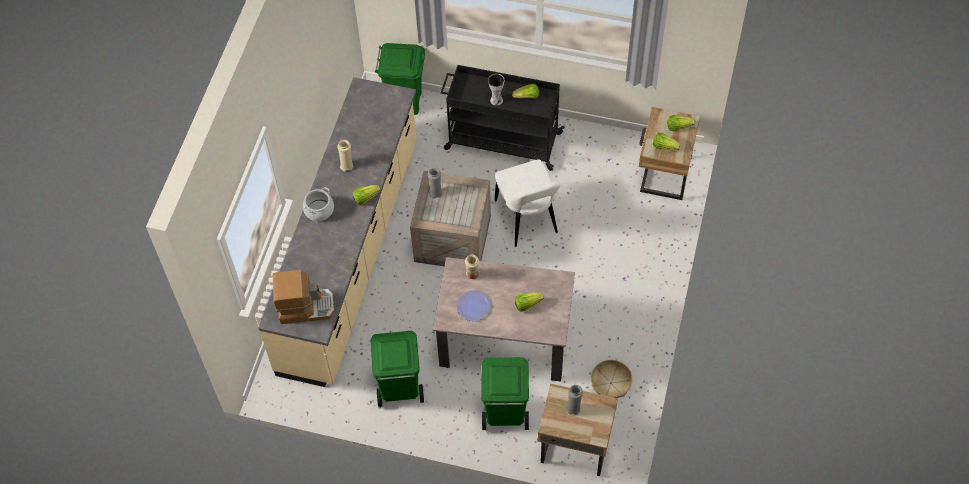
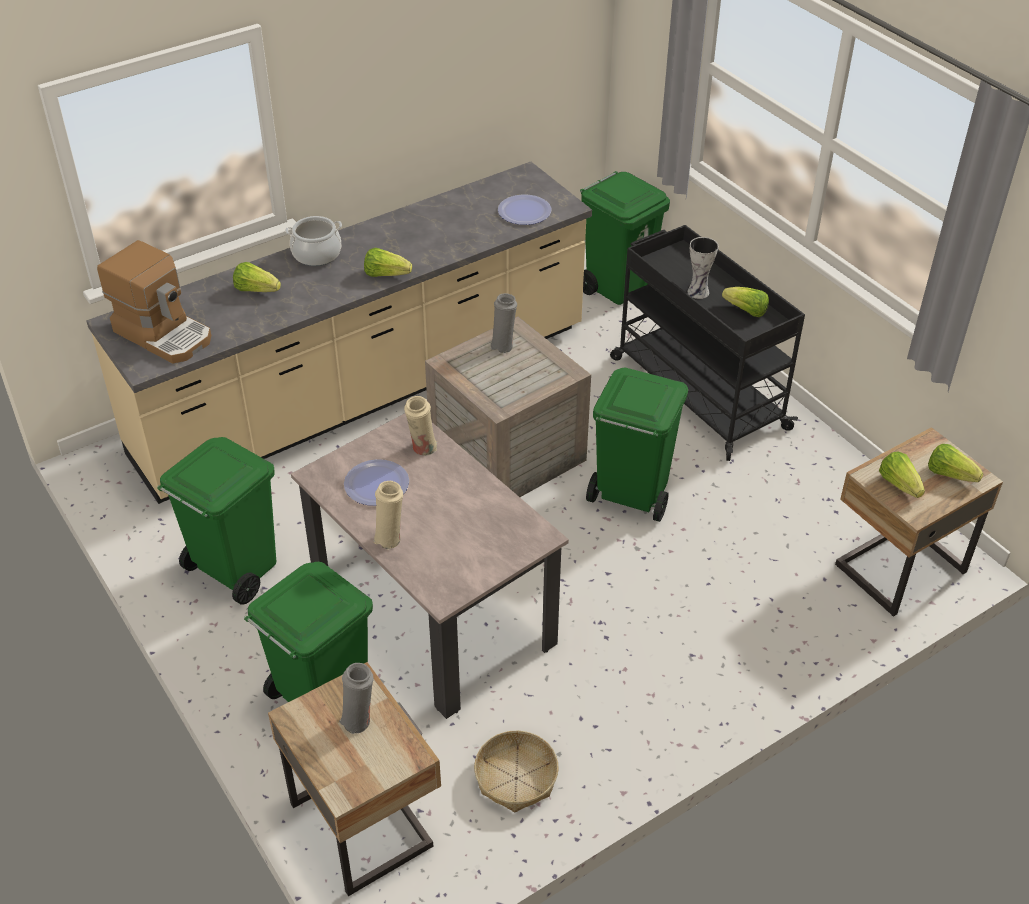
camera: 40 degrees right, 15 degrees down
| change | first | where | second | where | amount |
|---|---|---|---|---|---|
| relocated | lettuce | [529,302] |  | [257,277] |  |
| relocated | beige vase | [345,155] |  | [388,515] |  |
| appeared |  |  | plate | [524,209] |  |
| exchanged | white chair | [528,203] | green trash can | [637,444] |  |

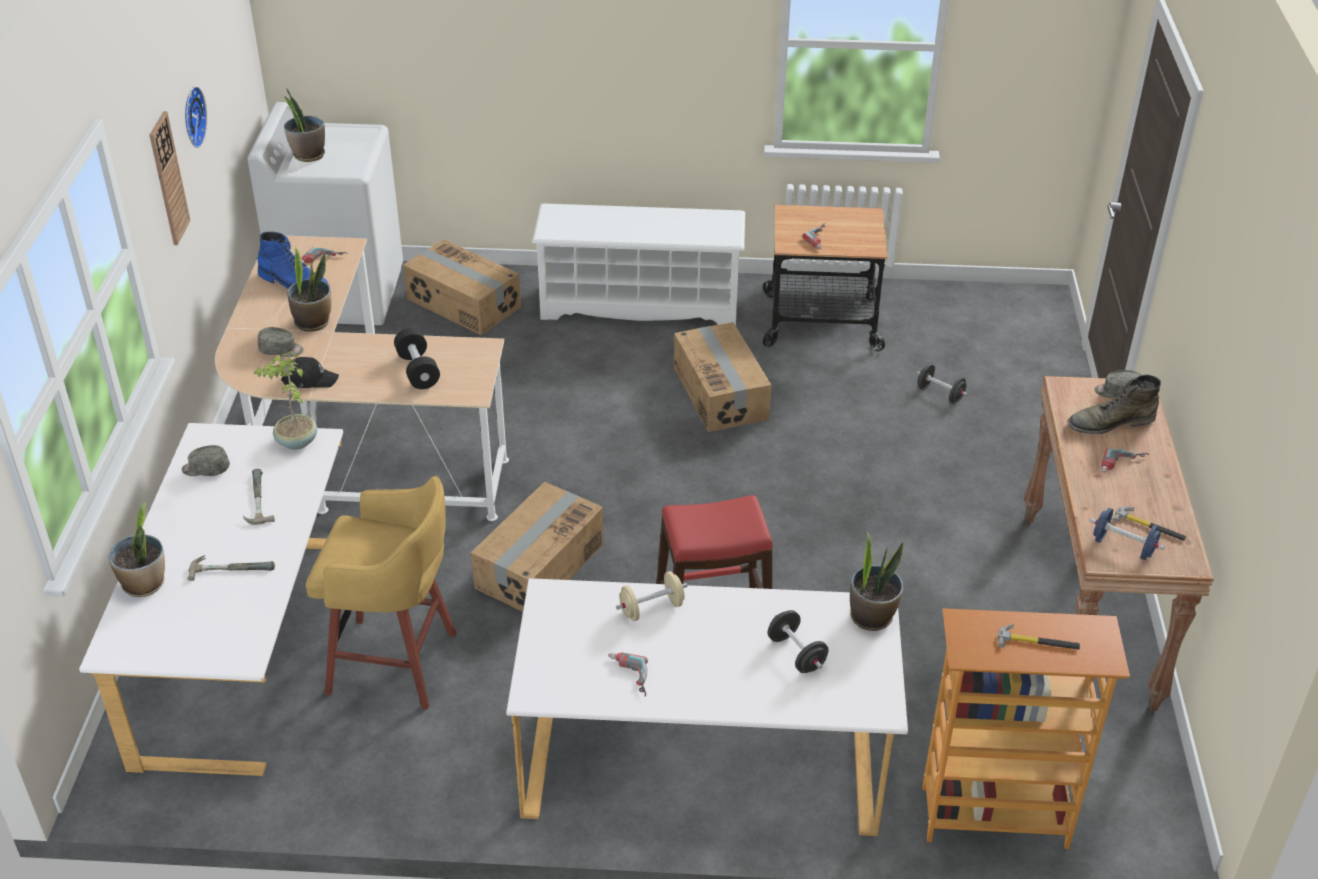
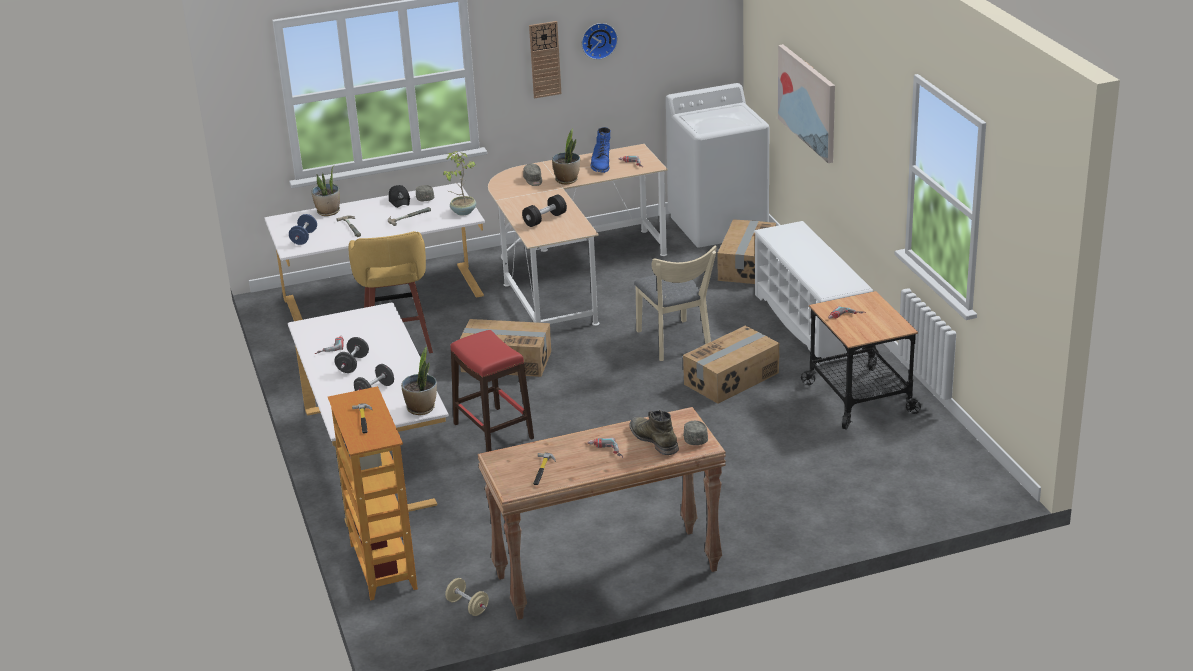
camera: 70 degrees right, 10 degrees down
| change | first | where | second | where | amount |
|---|---|---|---|---|---|
| relocated | blue dumbbell | [1127,534] |  | [303,229] |  |
| relocated | black dumbbell | [942,384] |  | [352,355] |  |
| relocated | black cap | [310,372] |  | [399,196] |  |
| relocated | beige dumbbell | [652,596] |  | [467,597] |  |
| appeared |  |  | beige chair | [675,303] |  |
| appeared |  |  | picture | [806,103] |  |
| missing | potted plant | [304,125] |  |  |  |

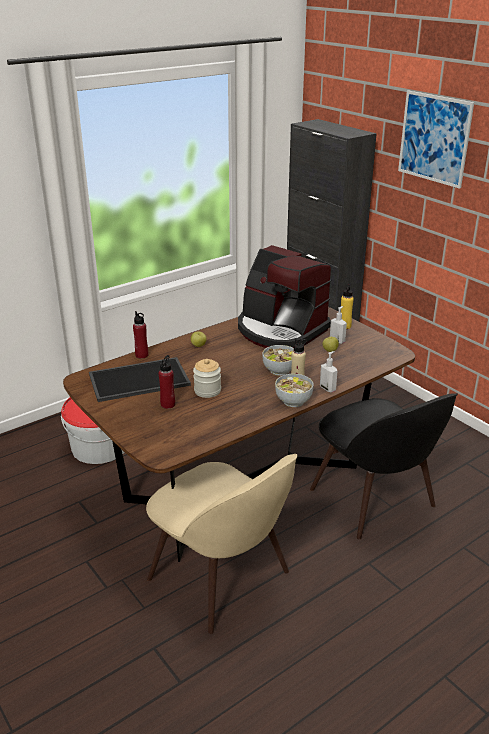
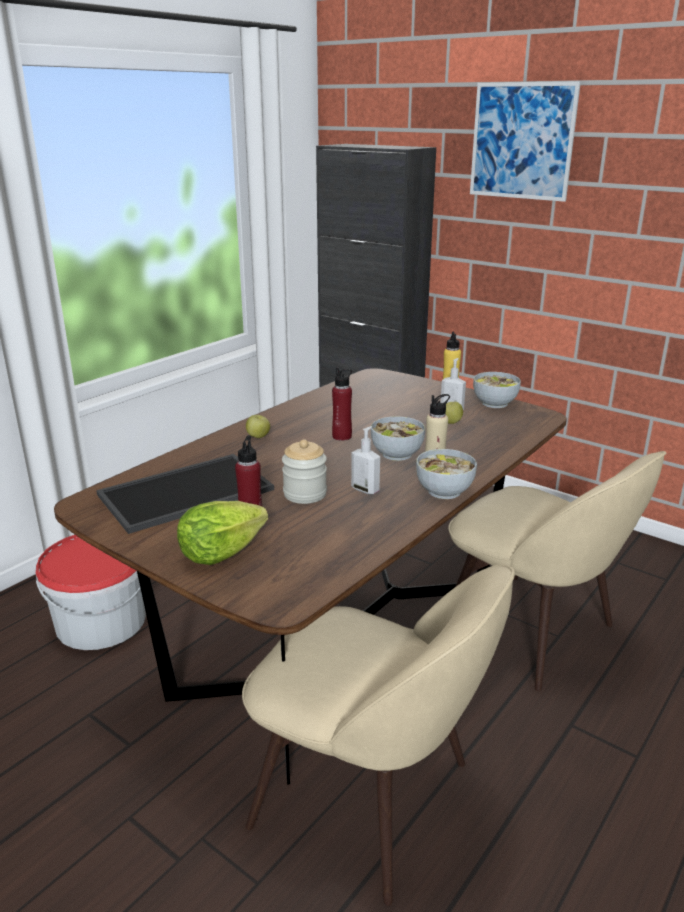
camera: 15 degrees left, 5 degrees down
| change | first | where | second | where | amount |
|---|---|---|---|---|---|
| appeared |  |  | lettuce | [222,533] |  |
| relocated | red bottle | [140,335] |  | [342,404] |  |
| relocated | soap dispenser | [329,372] |  | [365,460] |  |
| colour | black chair | [384,466] | beige chair | [557,571] |  |
| appeared |  |  | bowl | [497,390] |  |
| missing | coffee machine | [284,296] |  |  |  |

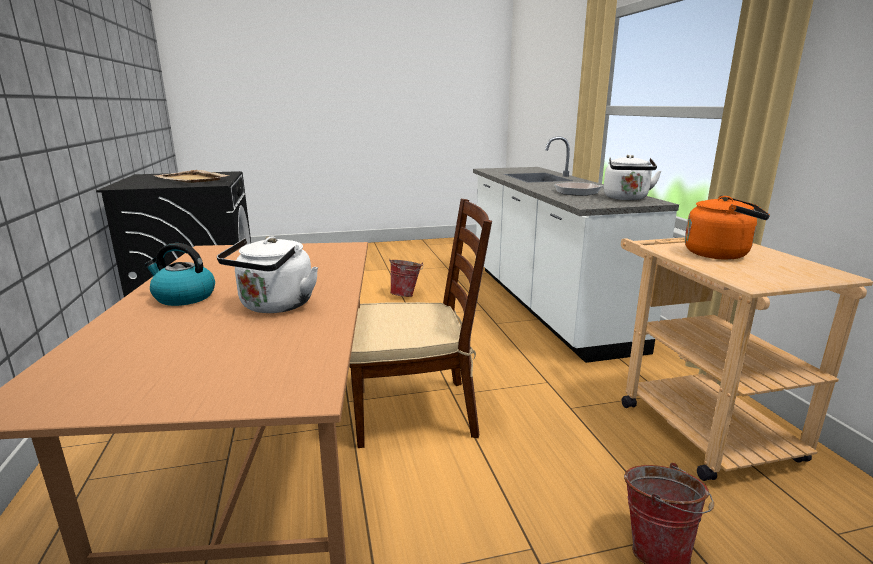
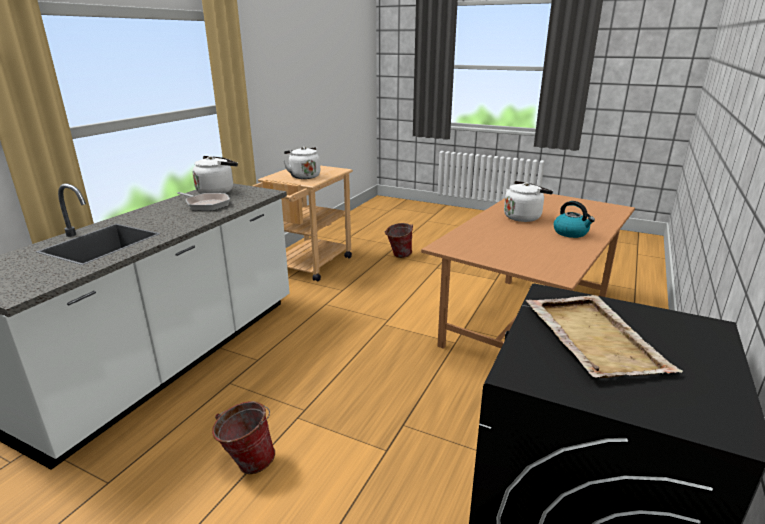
camera: 140 degrees left, 5 degrees up
| change | first | where | second | where | amount |
|---|---|---|---|---|---|
| colour | orange kettle | [727,227] | white kettle | [301,163] |  |
| missing | brown chair | [421,323] |  |  |  |

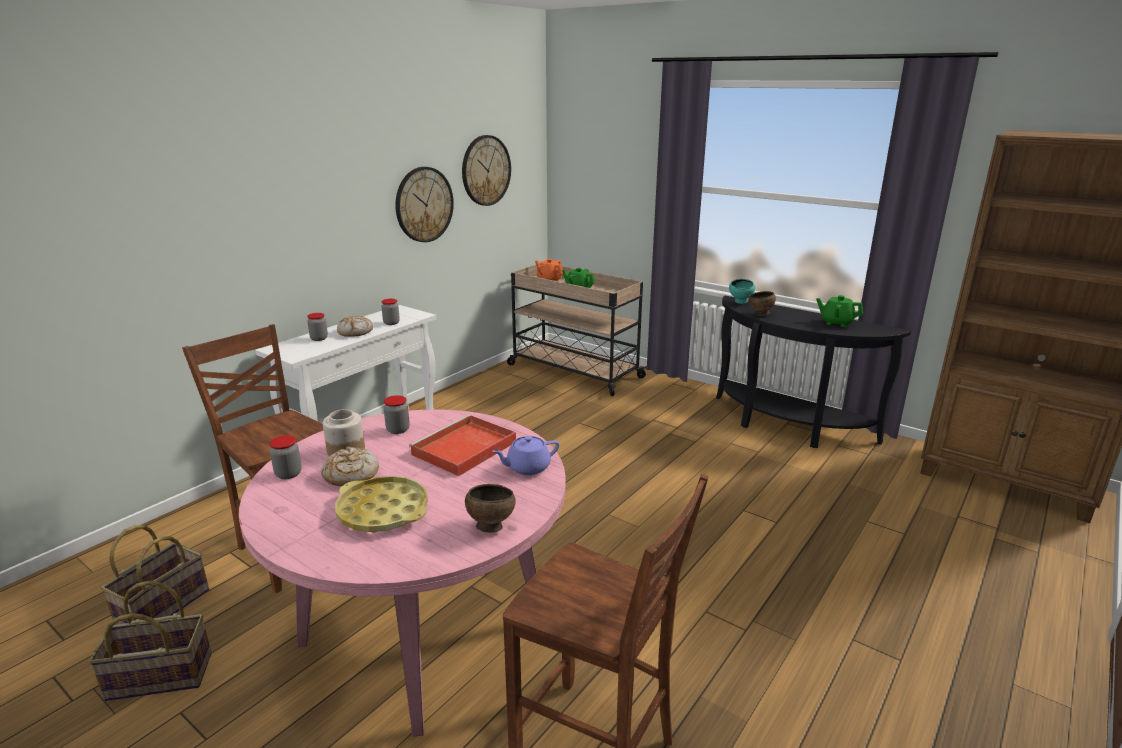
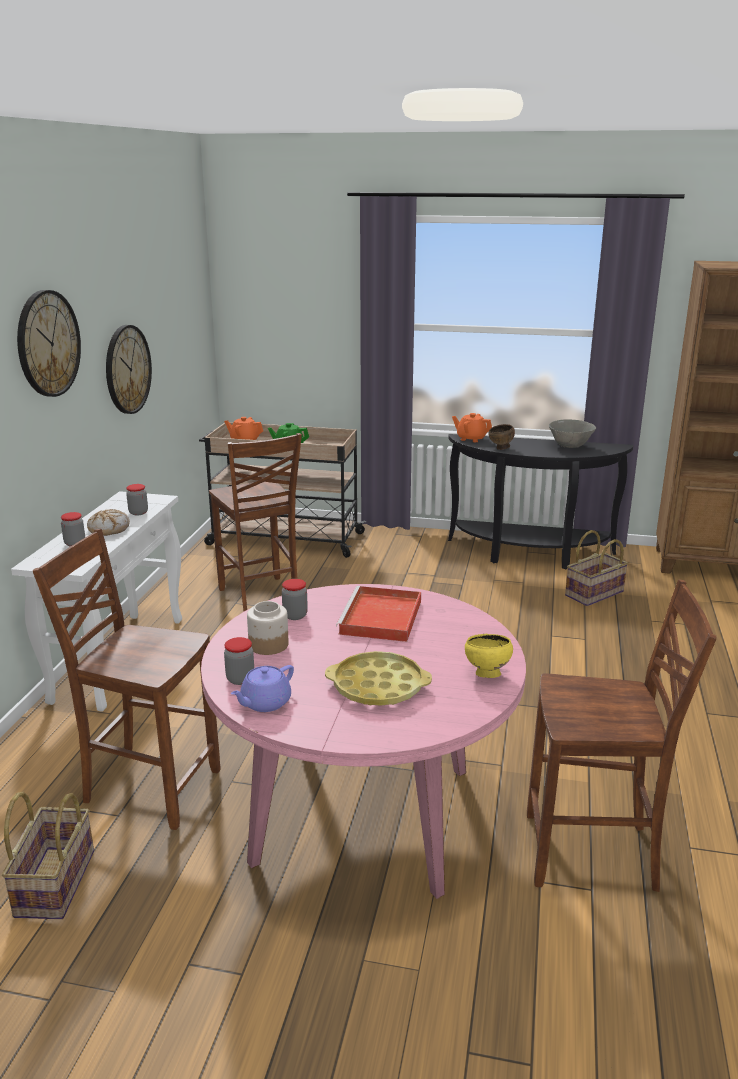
camera: 25 degrees left, 0 degrees up
| change | first | where | second | where | amount |
|---|---|---|---|---|---|
| relocated | wall clock | [486,170] |  | [49,343] |  |
| appeared |  |  | brown chair | [255,522] |  |
| relocated | purple teapot | [525,455] |  | [262,688] |  |
| exchanged | turquoise bowl | [742,291] | orange teapot | [472,427] |  |
| colour | brown bowl | [490,508] | yellow bowl | [489,656] |  |
| exchanged | green teapot | [839,311] | grey bowl | [572,433] |  |
| relocated | basket | [150,641] |  | [596,568] |  |
| missing | bread | [350,466] |  |  |  |

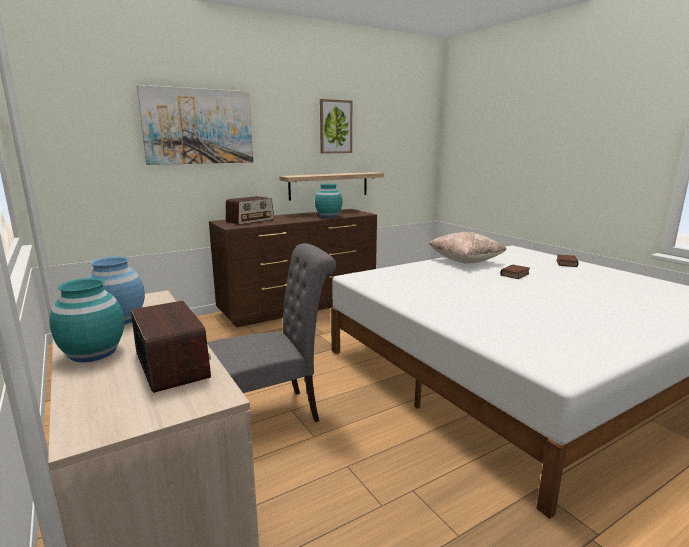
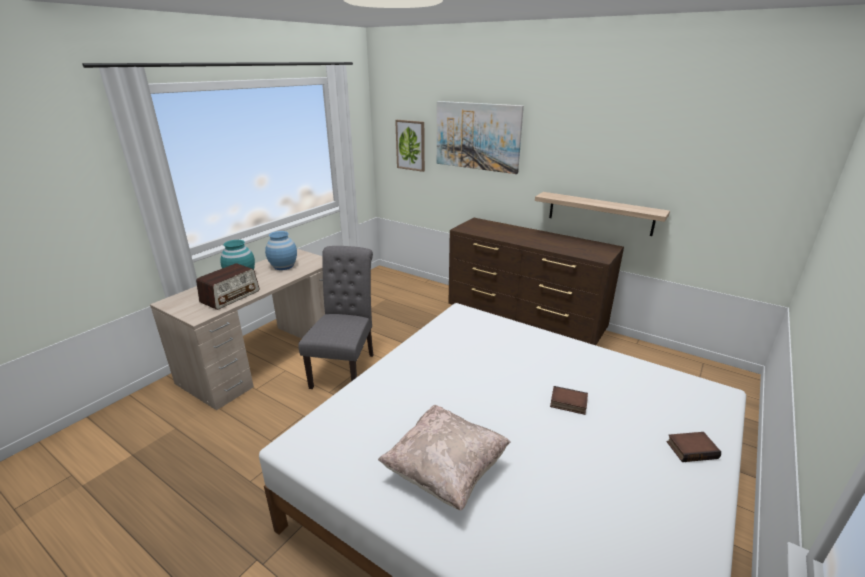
camera: 65 degrees right, 10 degrees up
| change | first | where | second | where | amount |
|---|---|---|---|---|---|
| spun | grey chair | [271,332] |  | [335,317] | 120 degrees counterclockwise |
| relocated | beige pillow | [467,248] |  | [444,458] |  |
| relocated | picture | [336,126] |  | [410,146] |  |
| missing | radio | [250,210] |  |  |  |
| missing | turquoise vase | [328,201] |  |  |  |

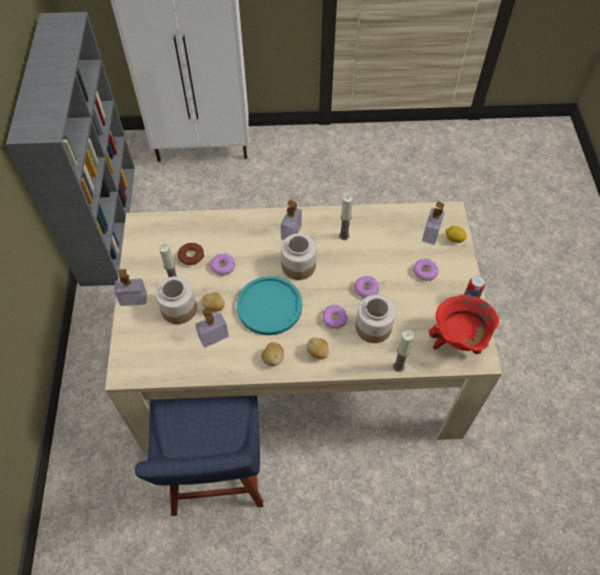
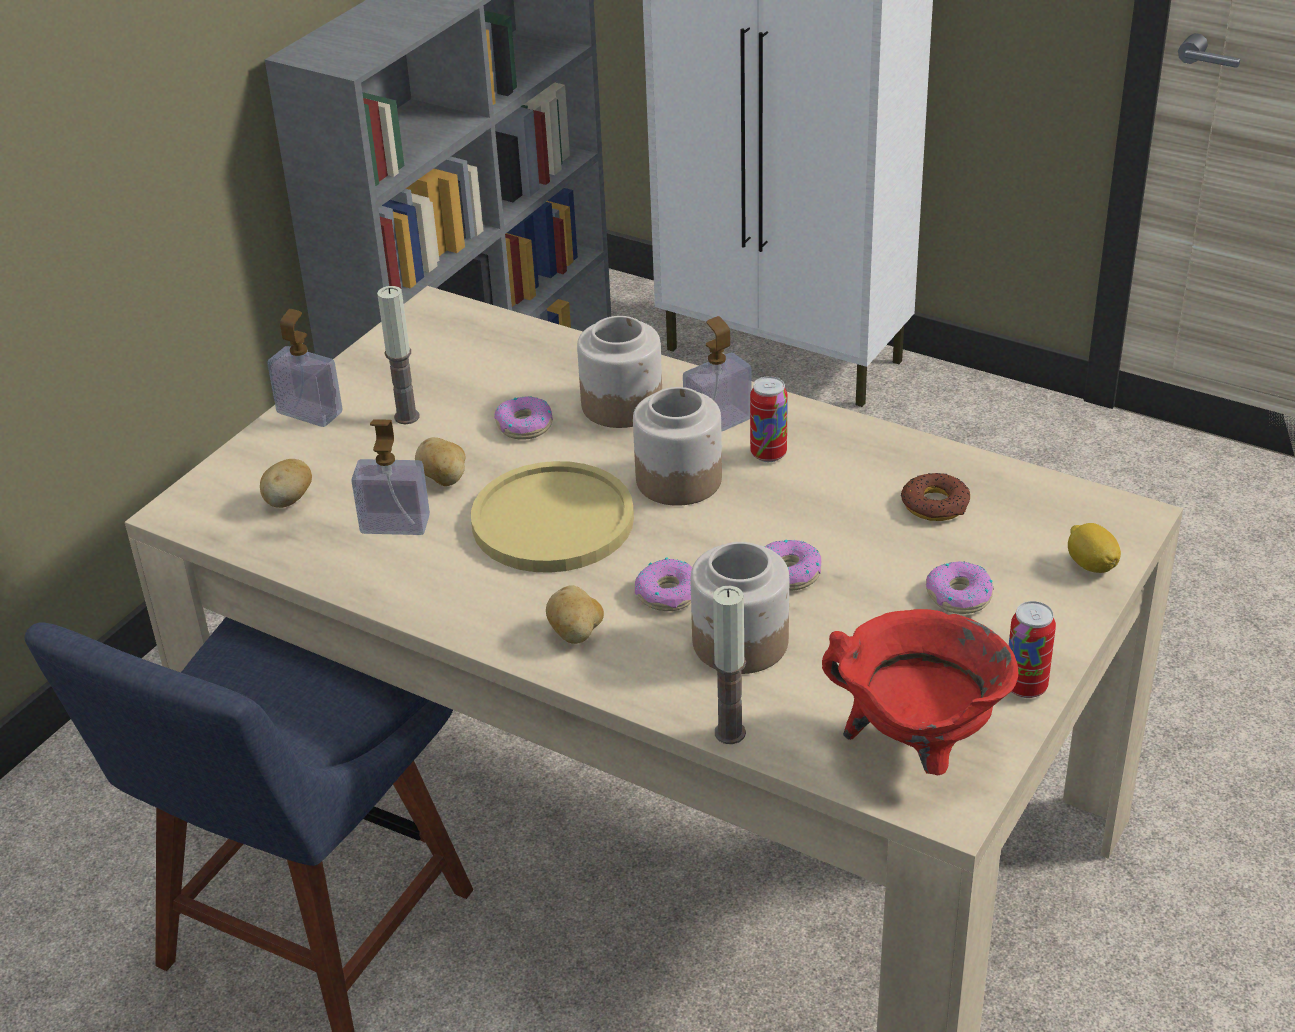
camera: 35 degrees right, 20 degrees down
| change | first | where | second | where | amount |
|---|---|---|---|---|---|
| relocated | potato | [272,354] |  | [286,483] |  |
| colour | turquoise plate | [269,305] | yellow plate | [552,517] |  |
| relocated | jar | [176,300] |  | [619,372] |  |
| appeared |  |  | can | [769,419] |  |
| relocated | donut | [191,254] |  | [935,497] |  |
| missing | candle | [346,217] |  |  |  |
| missing | soap dispenser | [433,223] |  |  |  |

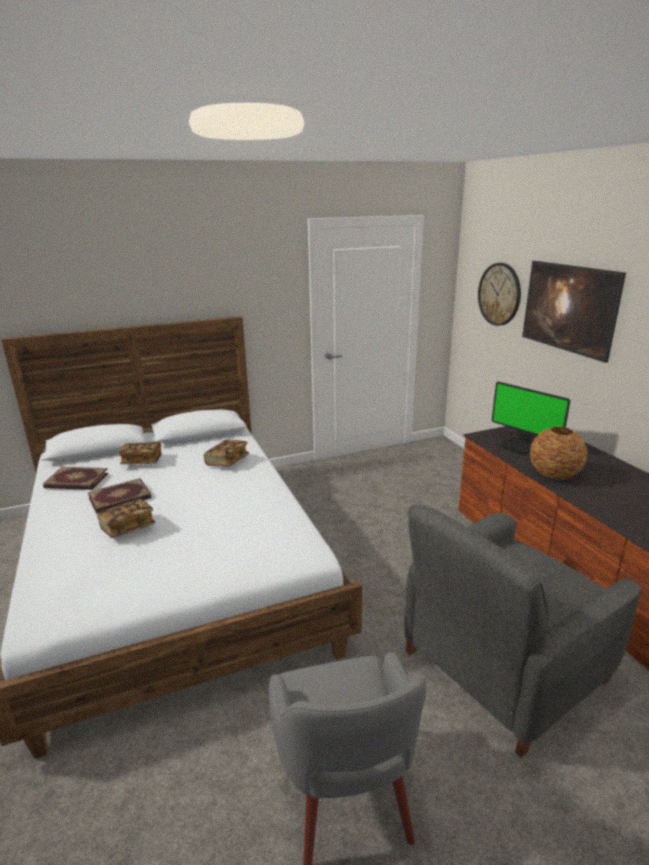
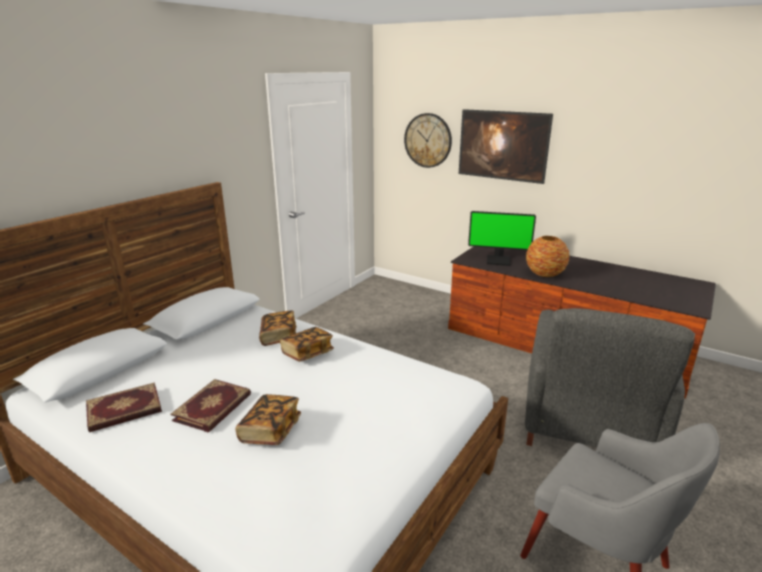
camera: 35 degrees left, 0 degrees up
| change | first | where | second | where | amount |
|---|---|---|---|---|---|
| relocated | book | [140,453] |  | [307,344] |  |

